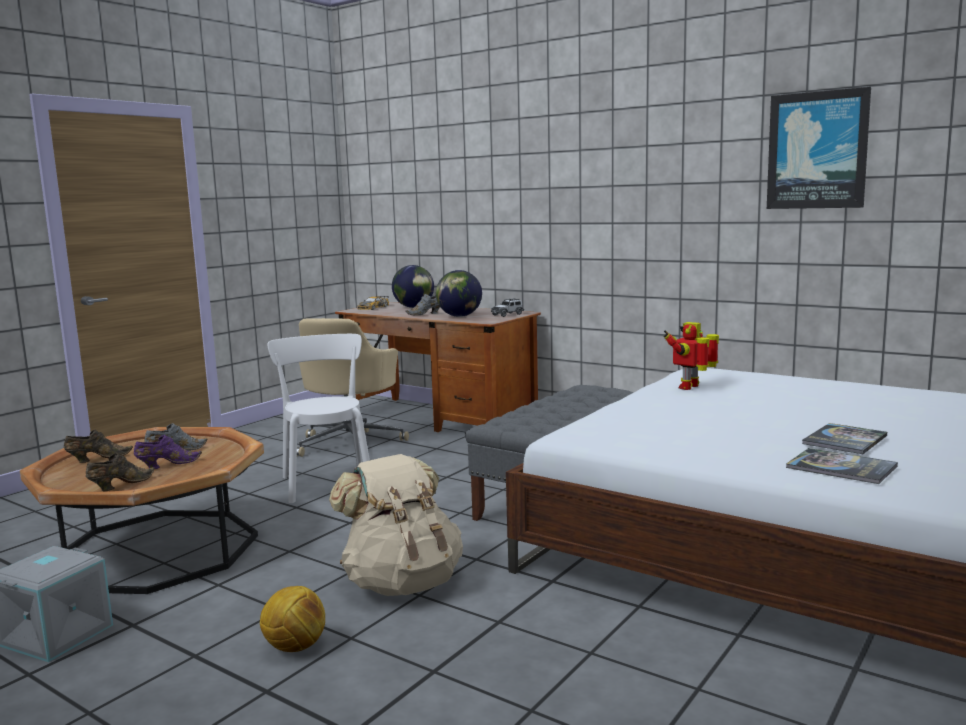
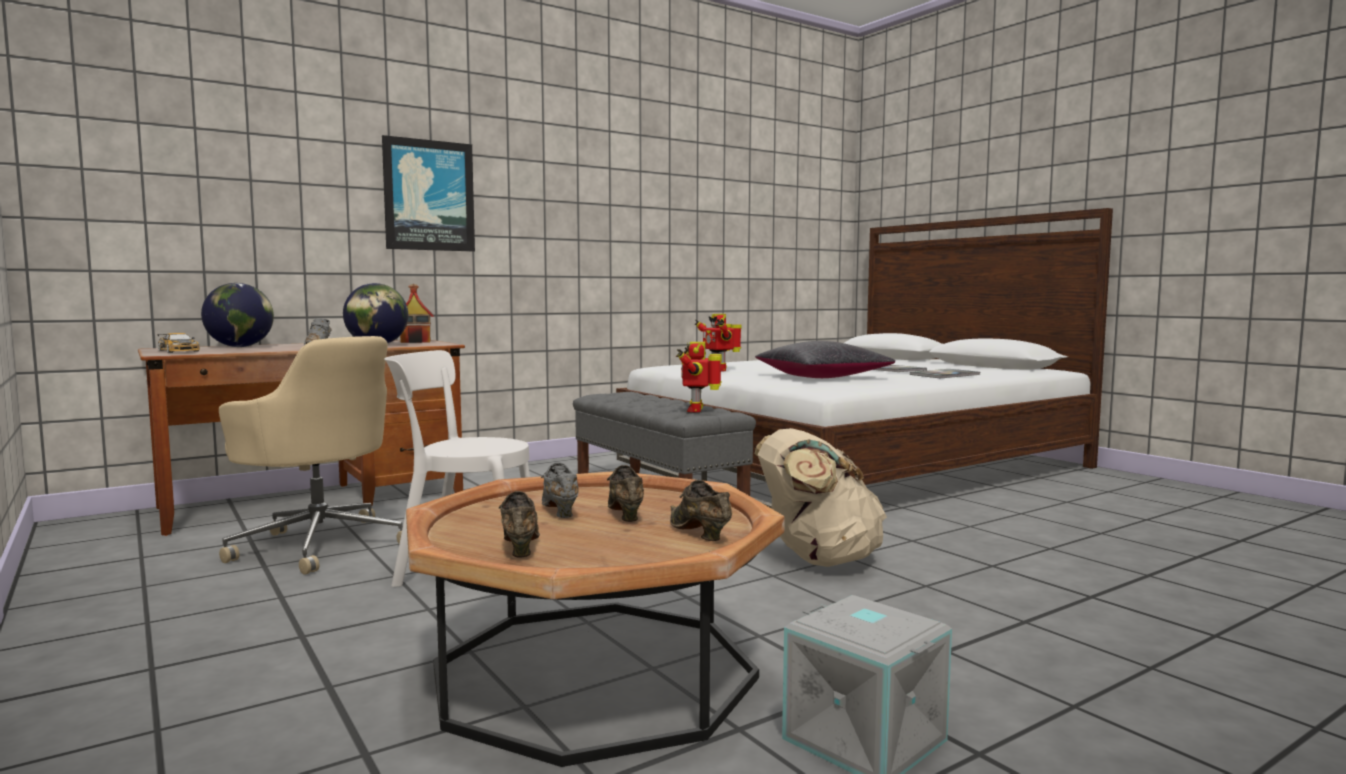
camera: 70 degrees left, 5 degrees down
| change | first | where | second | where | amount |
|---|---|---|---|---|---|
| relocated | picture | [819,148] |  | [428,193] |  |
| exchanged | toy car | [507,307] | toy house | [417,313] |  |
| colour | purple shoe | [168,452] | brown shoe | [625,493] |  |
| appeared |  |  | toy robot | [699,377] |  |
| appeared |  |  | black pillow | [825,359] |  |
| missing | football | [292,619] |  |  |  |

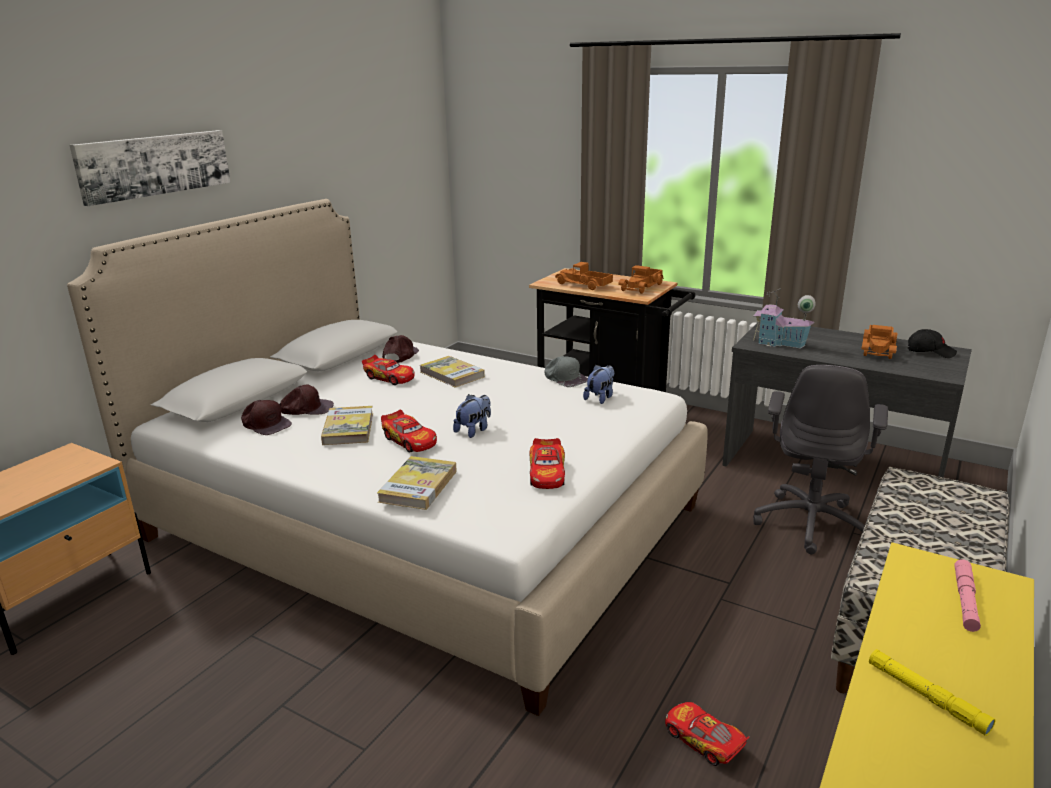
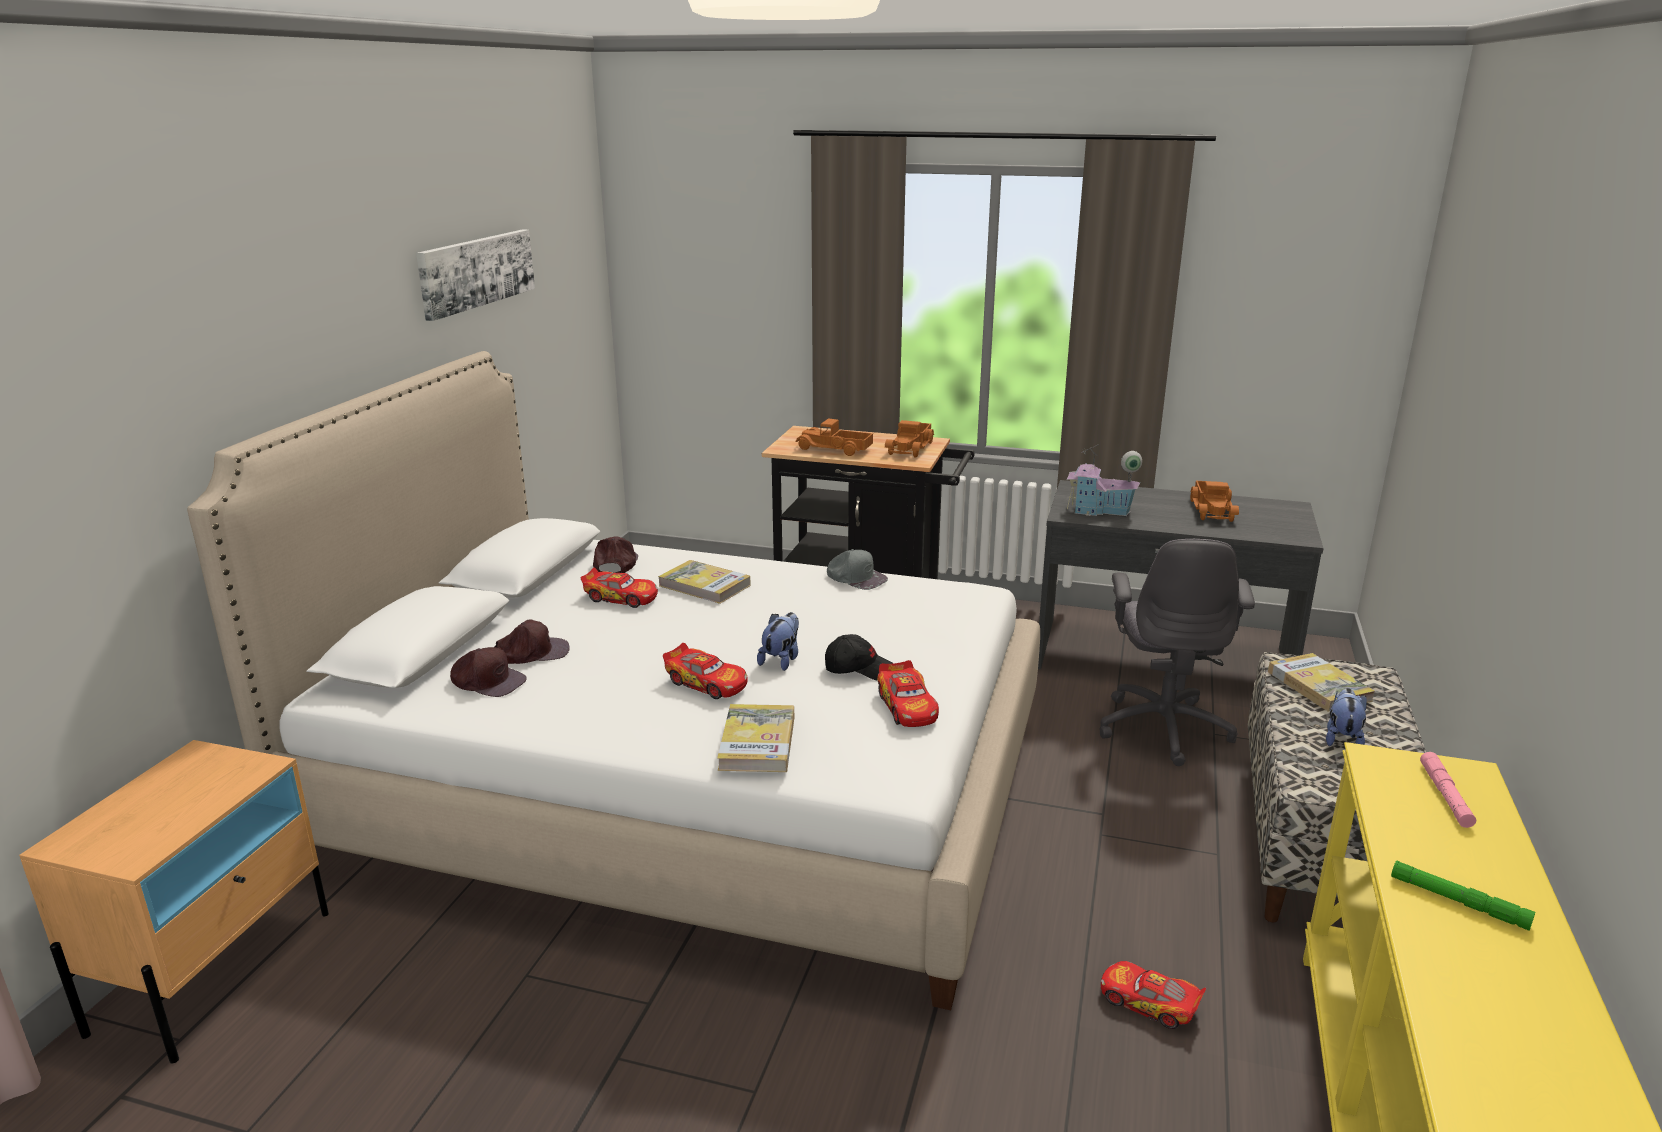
camera: 15 degrees left, 0 degrees up
| change | first | where | second | where | amount |
|---|---|---|---|---|---|
| relocated | picture | [150,168] |  | [475,275] |  |
| relocated | black cap | [932,343] |  | [859,657] |  |
| relocated | book | [347,425] |  | [1321,682] |  |
| relocated | plush toy | [598,384] |  | [1346,717] |  |
| colour | yellow flashlight | [932,692] | green flashlight | [1463,895] |  |

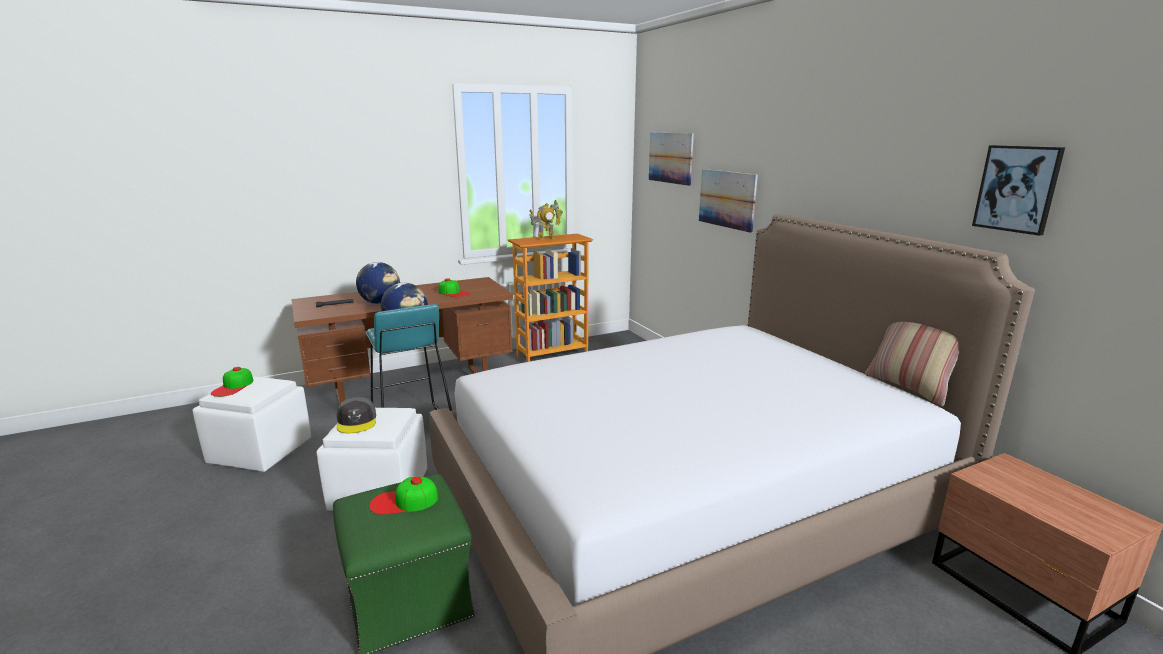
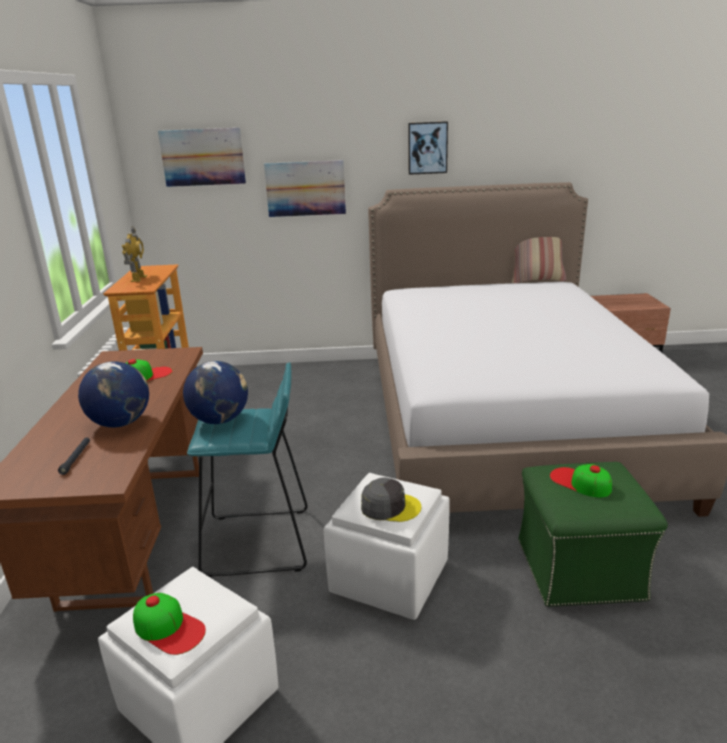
camera: 65 degrees left, 5 degrees up
| change | first | where | second | where | amount |
|---|---|---|---|---|---|
| relocated | picture | [1018,190] |  | [428,148] |  |
| spun | cap | [403,495] |  | [581,480] | 120 degrees clockwise |

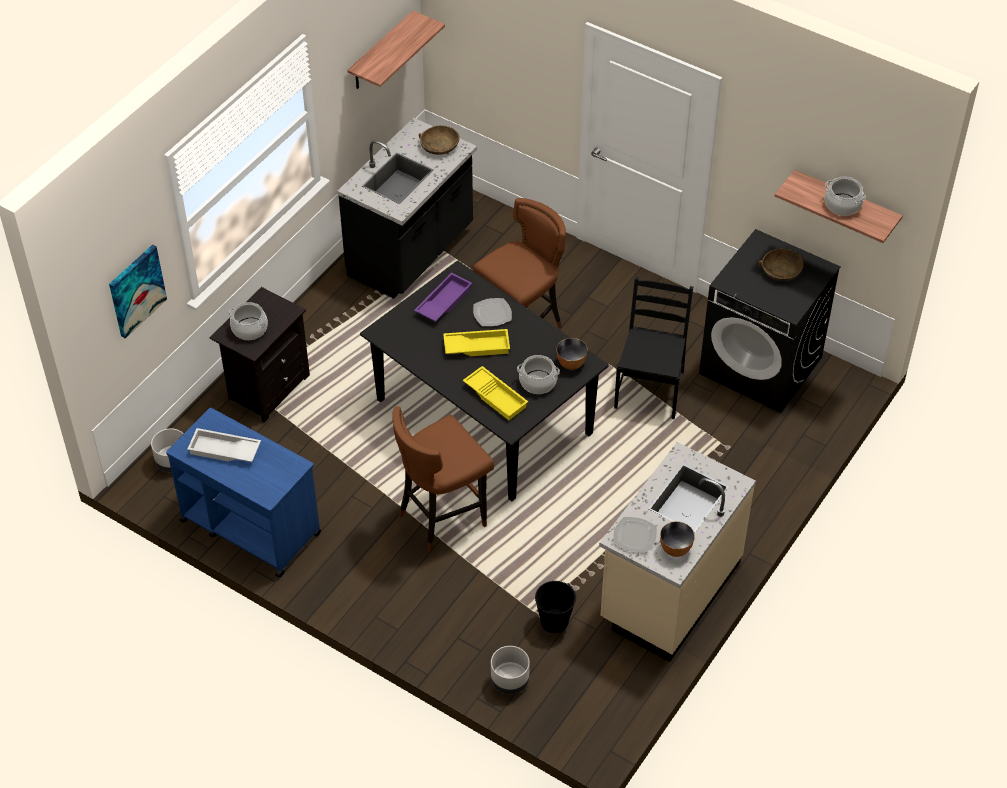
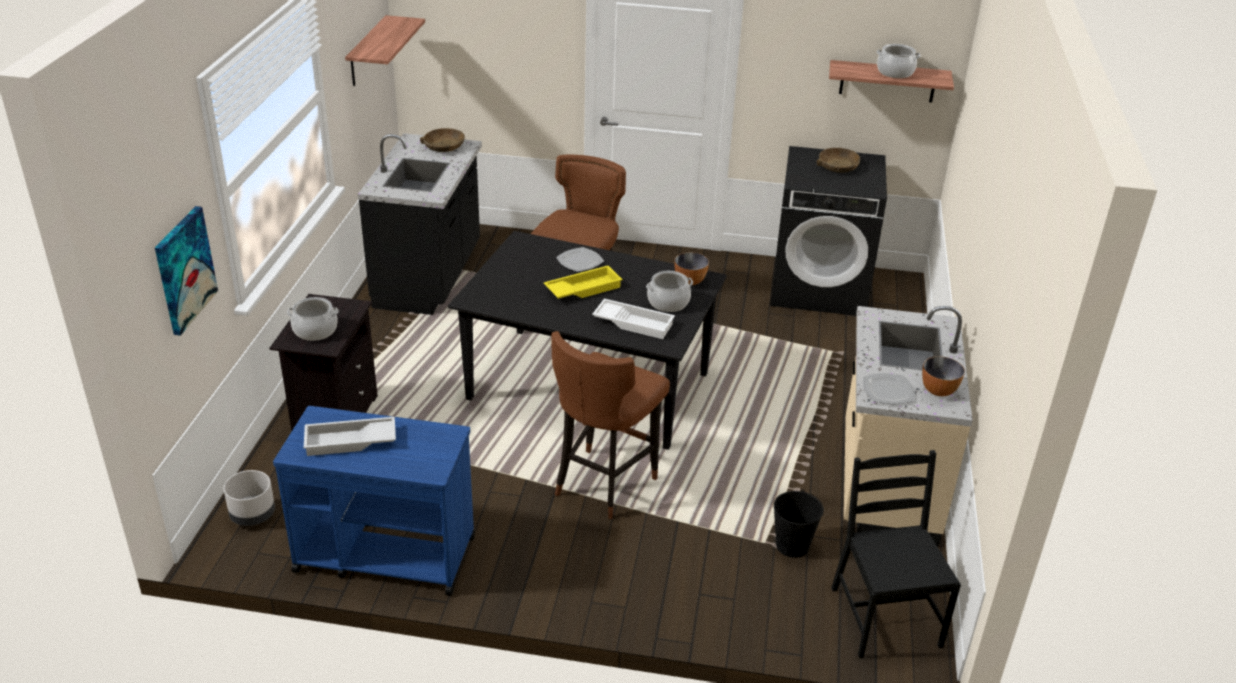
camera: 25 degrees left, 15 degrees down
| change | first | where | second | where | amount |
|---|---|---|---|---|---|
| colour | yellow tray | [495,393] | white tray | [633,319] |  |
| relocated | black chair | [653,348] |  | [896,554] |  |
| missing | purple tray | [443,297] |  |  |  |
| missing | grey planter | [510,670] |  |  |  |

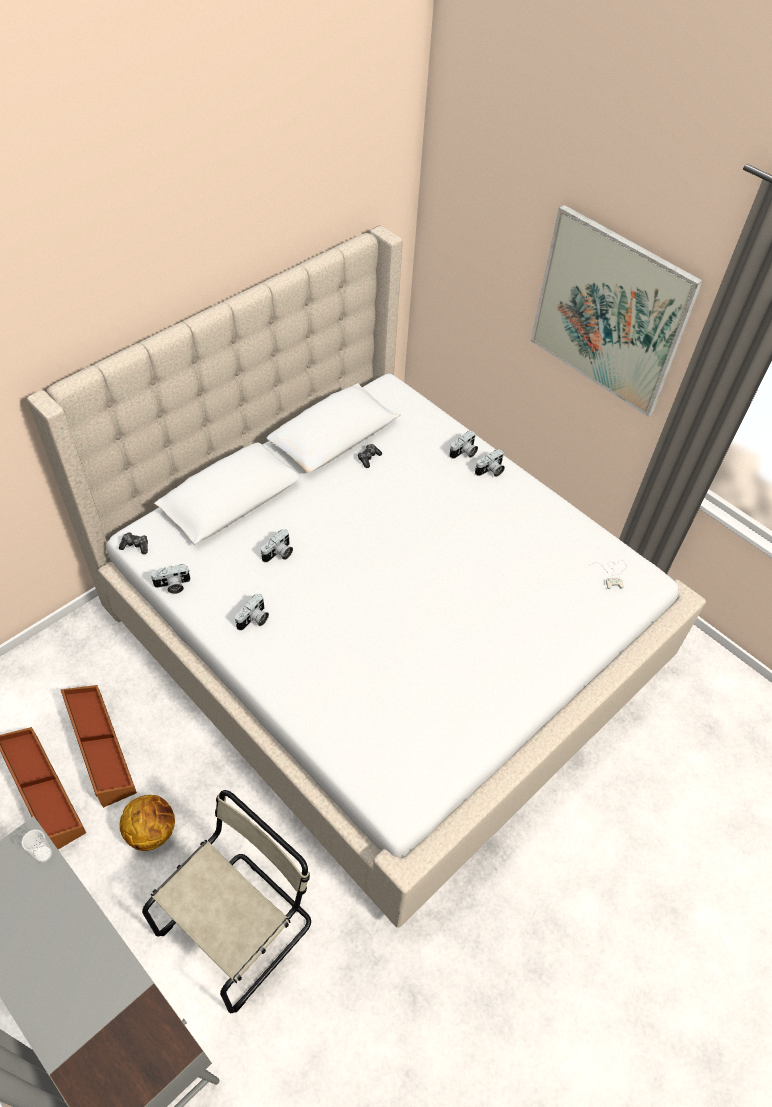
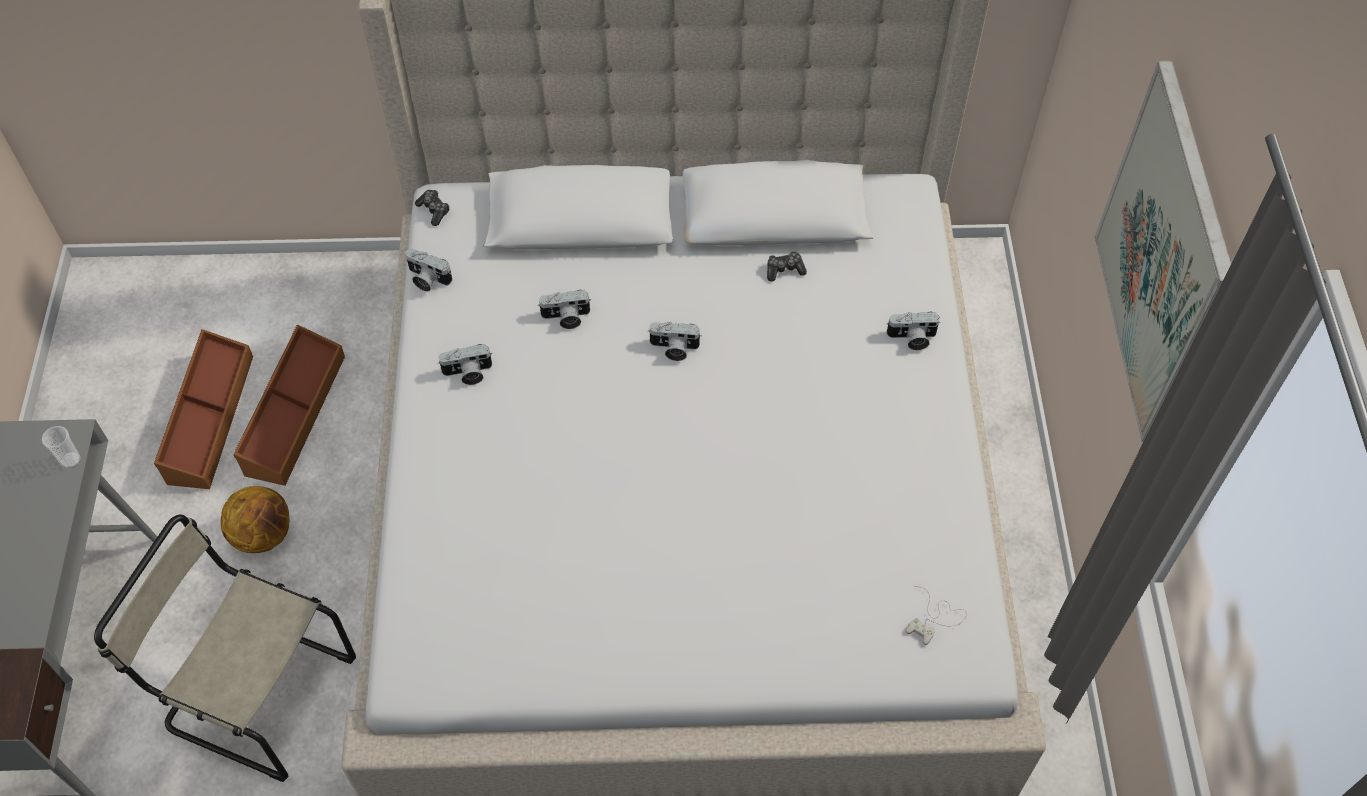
camera: 45 degrees right, 5 degrees up
| change | first | where | second | where | amount |
|---|---|---|---|---|---|
| spun | beige chair | [226,901] |  | [225,648] | 150 degrees counterclockwise |
| relocated | photo camera | [490,463] |  | [675,341] |  |

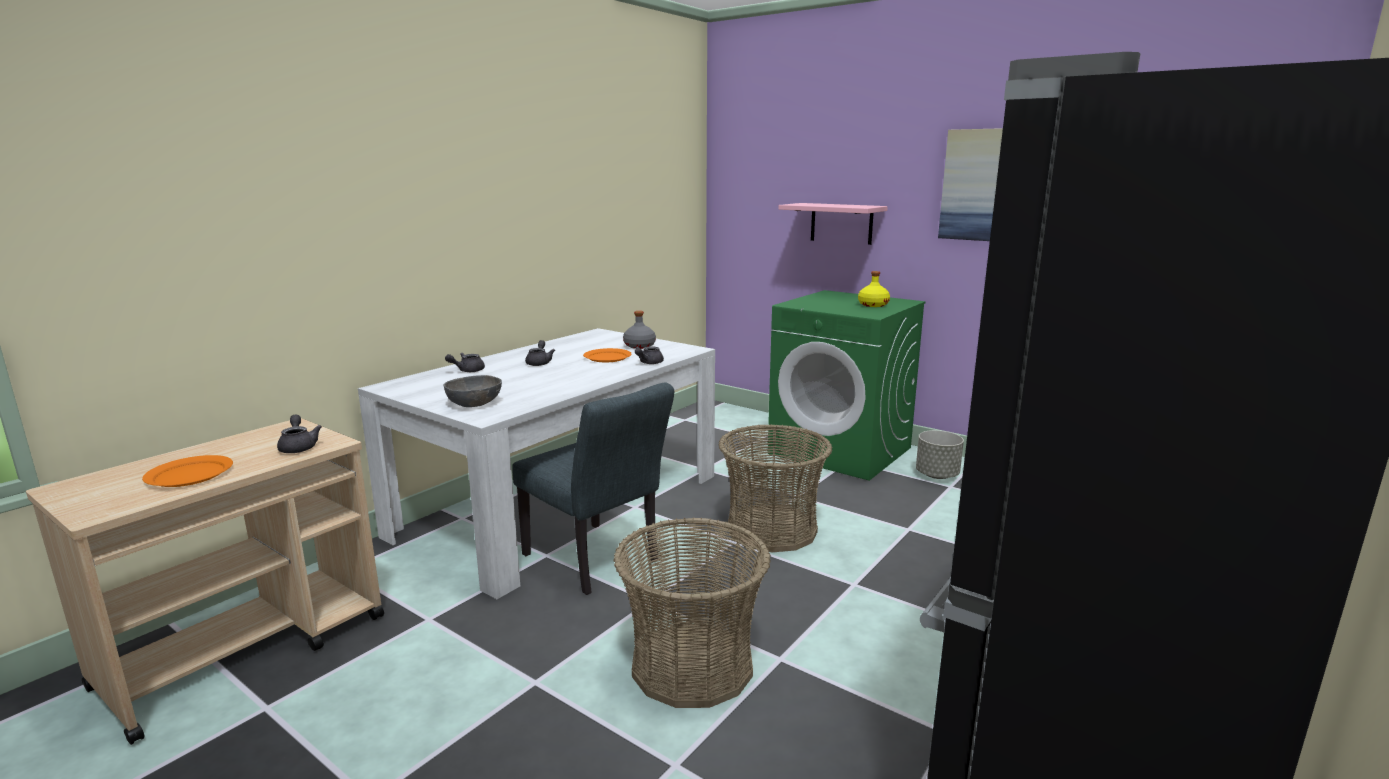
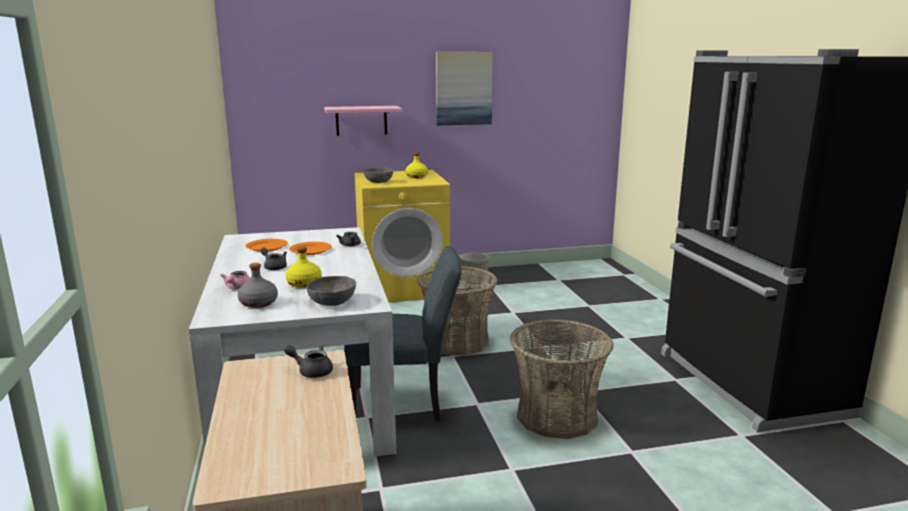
camera: 50 degrees left, 0 degrees up
| change | first | where | second | where | amount |
|---|---|---|---|---|---|
| colour | grey teapot | [465,362] | pink teapot | [235,280] |  |
| relocated | grey bottle | [639,330] |  | [258,285] |  |
| relocated | orange plate | [187,471] |  | [267,245] |  |
| appeared |  |  | yellow bottle | [303,267] |  |
| colour | green washing machine | [847,385] | yellow washing machine | [402,236] |  |
| appeared |  |  | grey bowl | [378,175] |  |

